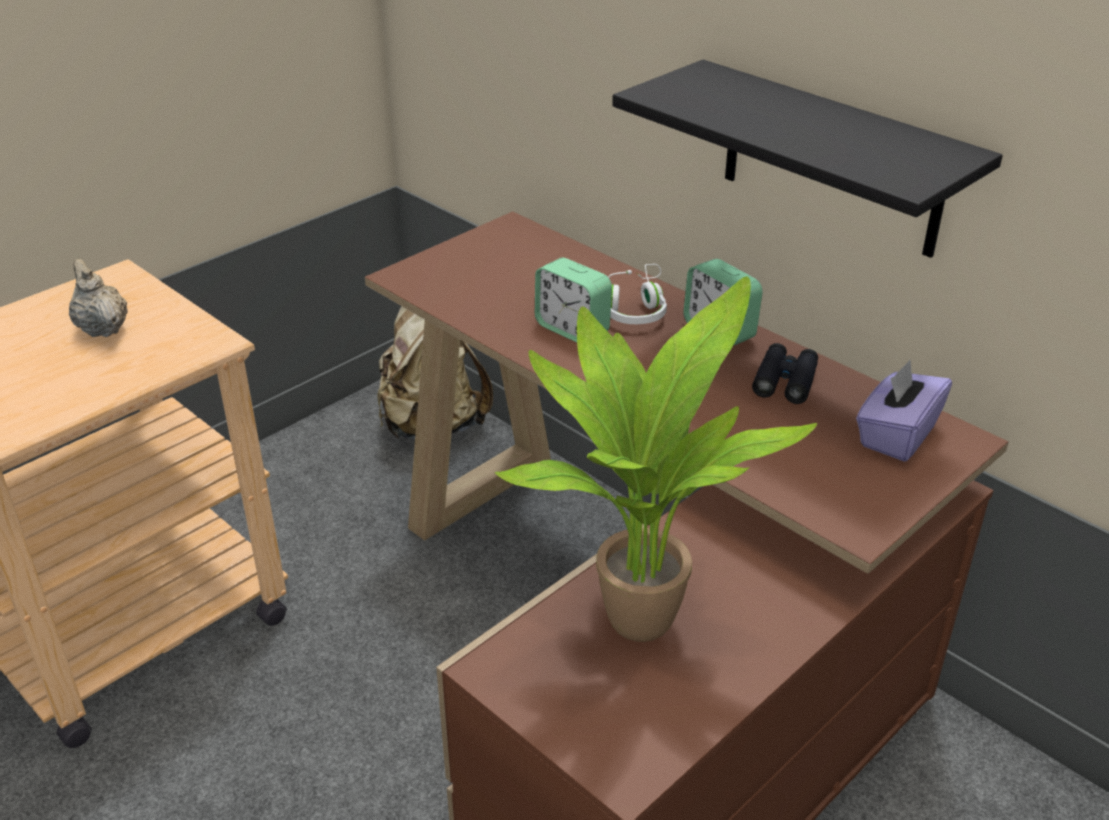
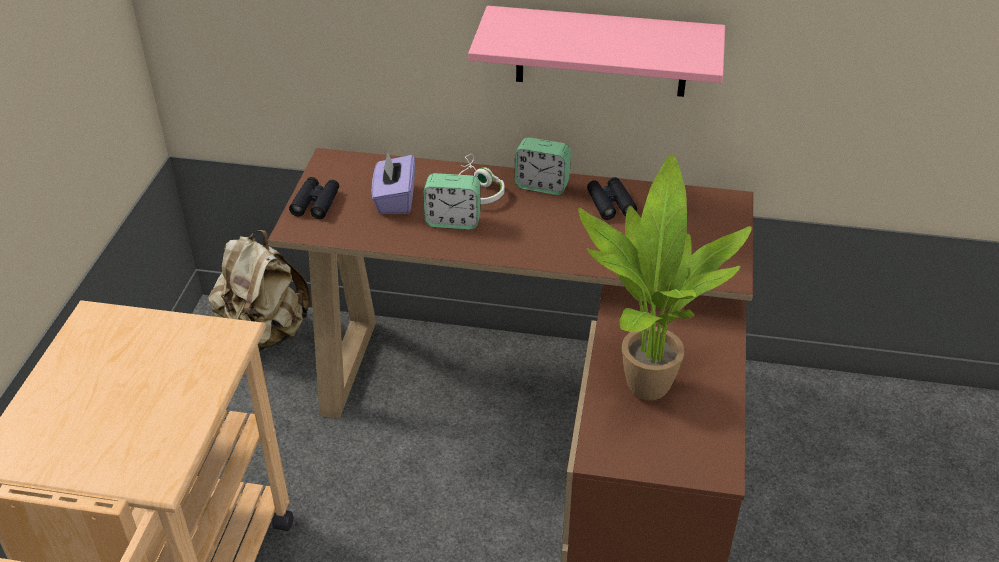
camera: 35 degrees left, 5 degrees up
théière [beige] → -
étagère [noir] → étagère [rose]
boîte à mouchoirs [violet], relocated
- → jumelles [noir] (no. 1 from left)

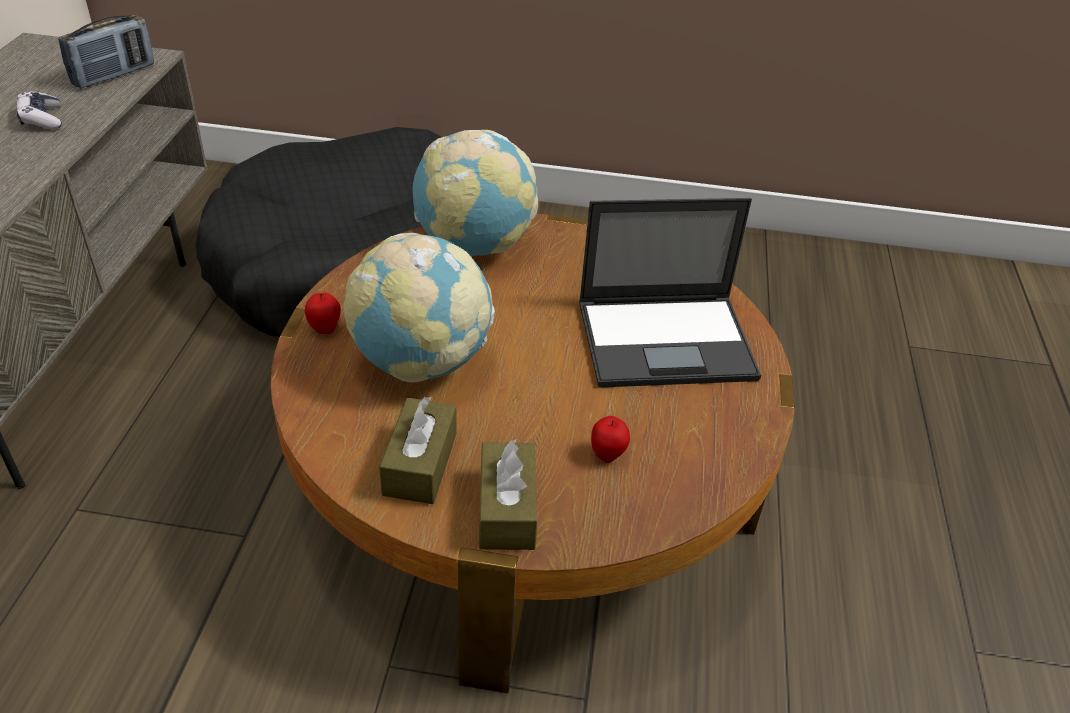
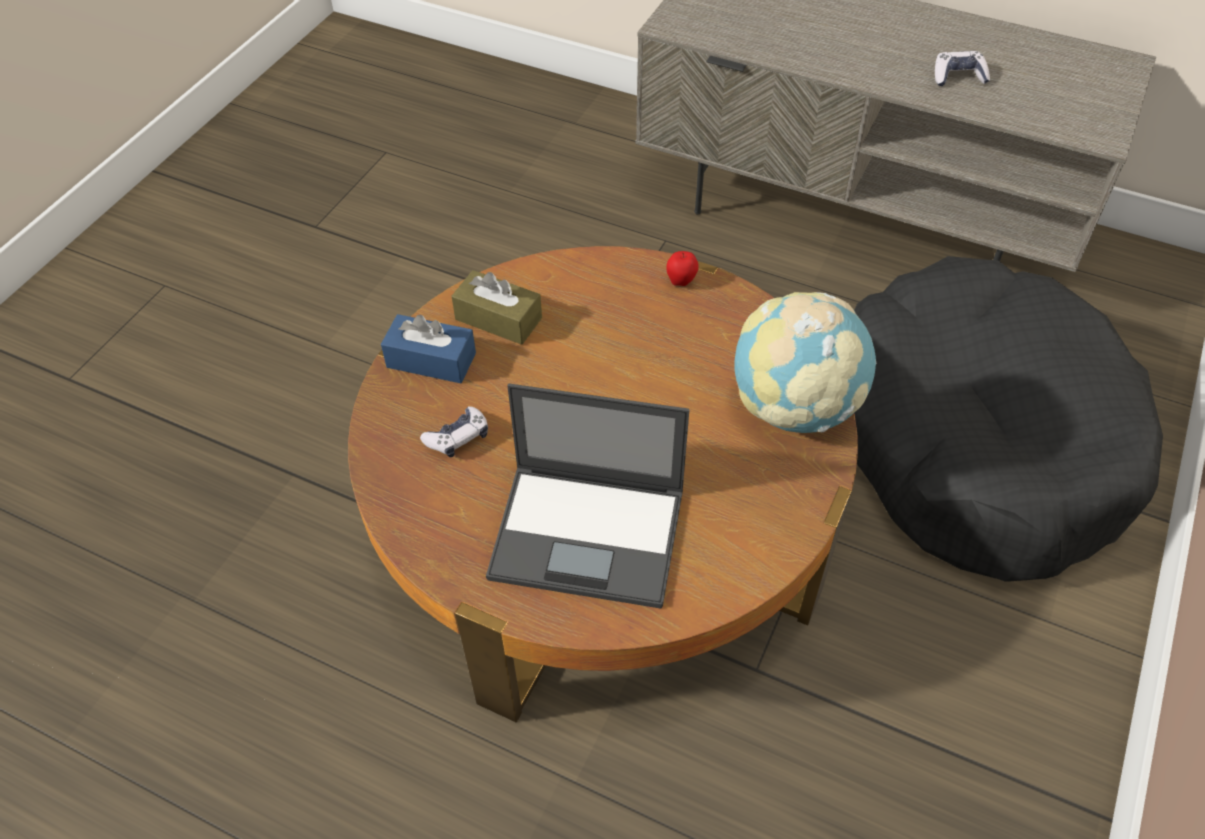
camera: 110 degrees right, 10 degrees up
radio → -
globe (no. 1 from left) → -
boîte à mouchoirs [marron] (no. 2 from left) → boîte à mouchoirs [bleu]
ordinateur portable, 90 degrees counterclockwise
pomme (no. 2 from left) → manette (no. 1 from left)

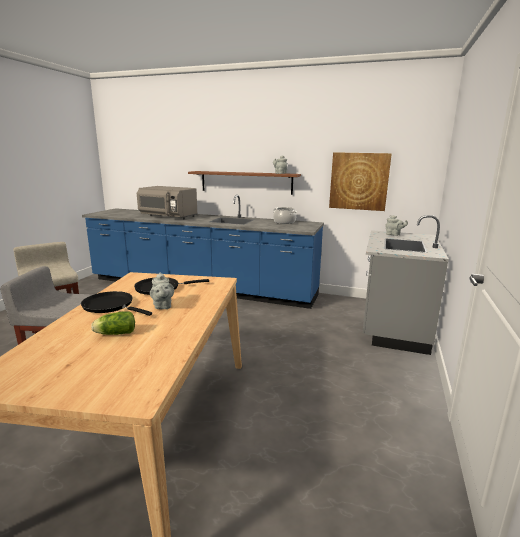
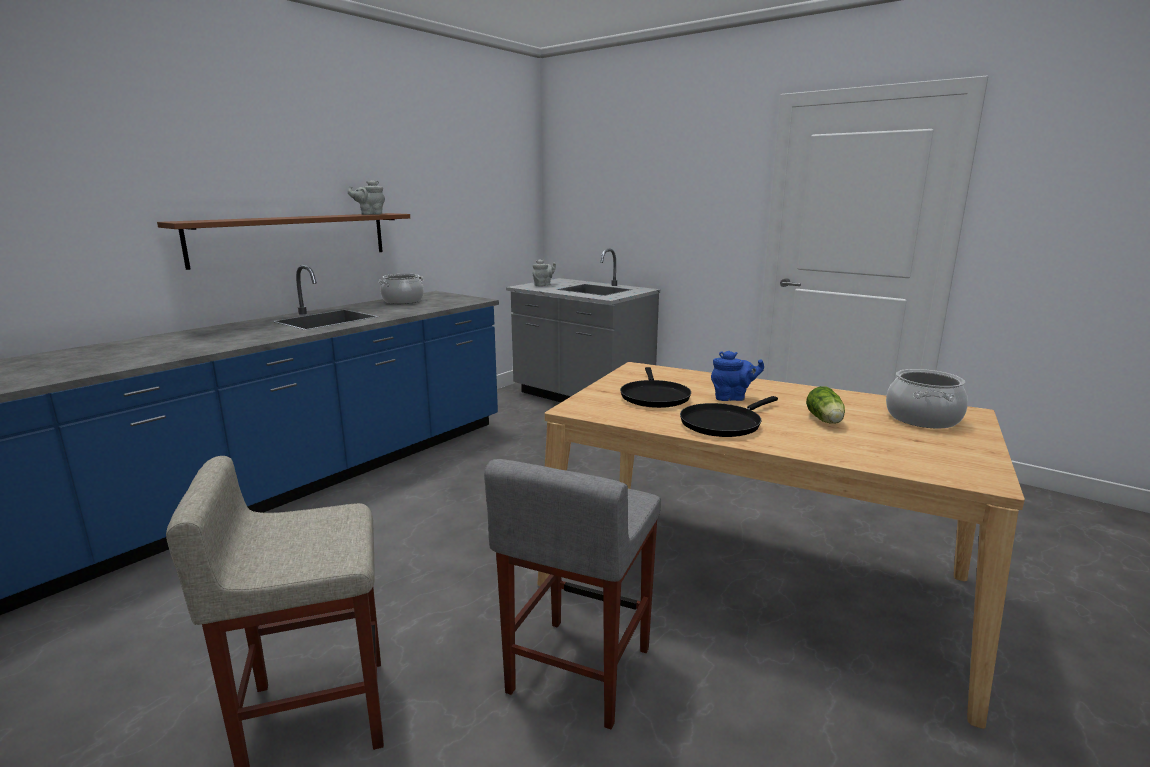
camera: 70 degrees left, 0 degrees up
micro-ondes [gris] → -
théière [gris] (no. 1 from left) → théière [bleu]
tableau → -
- → marmite (no. 2 from left)

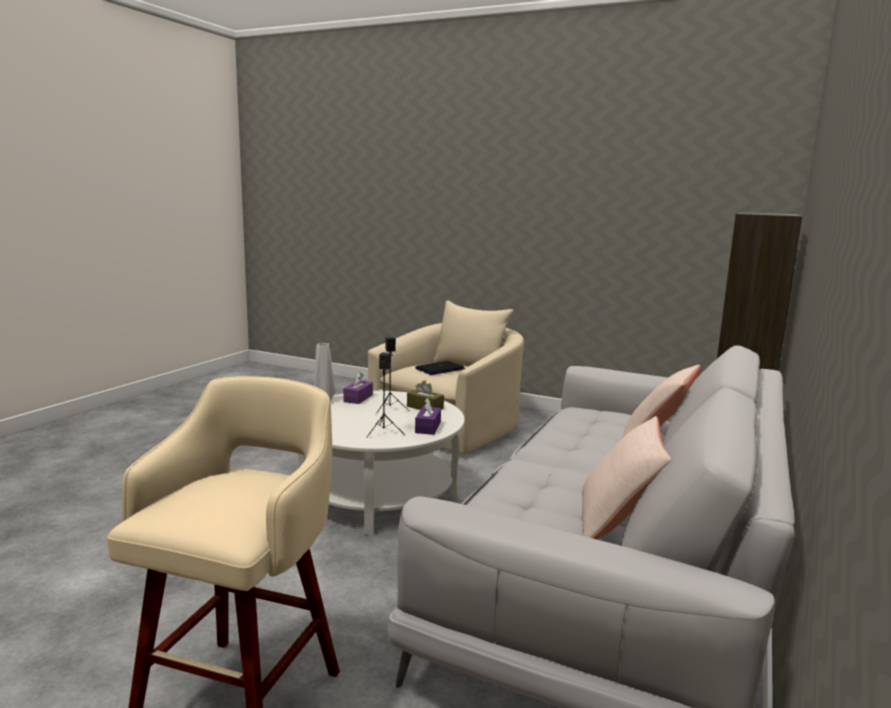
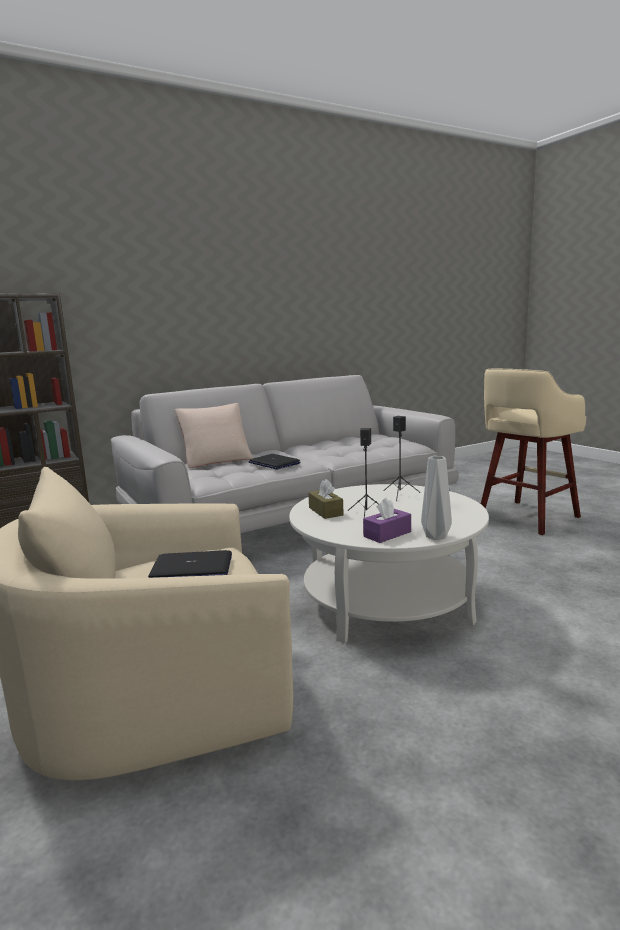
camera: 145 degrees left, 0 degrees up
boîte à mouchoirs [violet] (no. 2 from left) → -
coussin [beige] (no. 1 from left) → -
- → ordinateur portable (no. 2 from left)

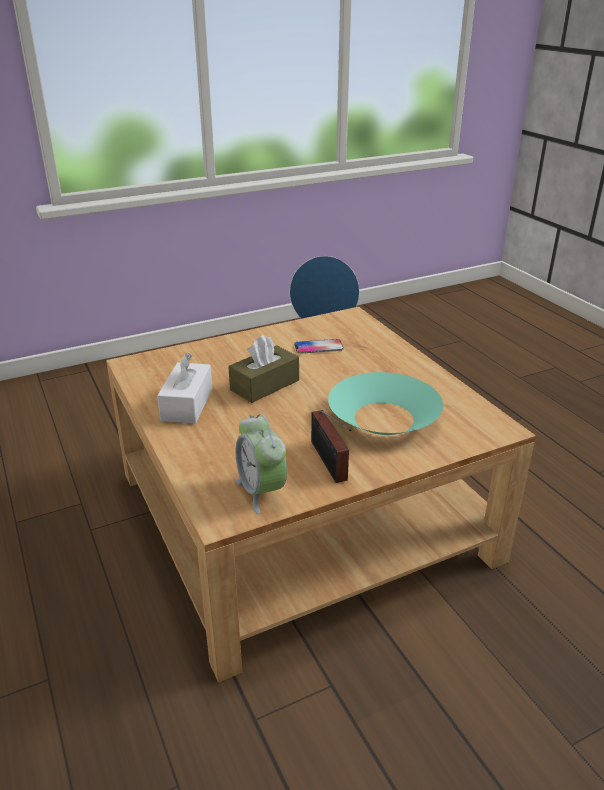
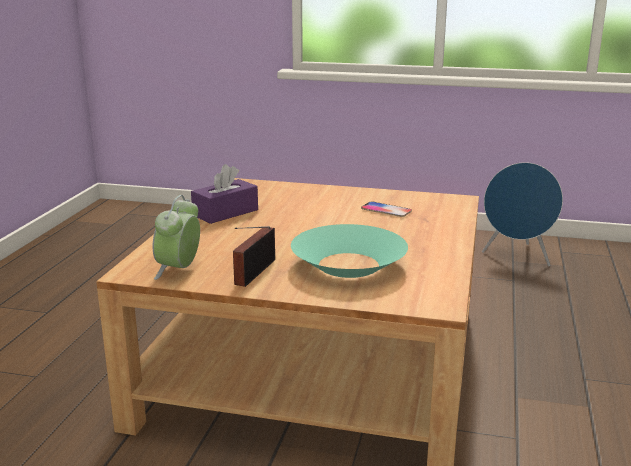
camera: 40 degrees right, 10 degrees down
boîte à mouchoirs [blanc] → boîte à mouchoirs [violet]
boîte à mouchoirs [marron] → -

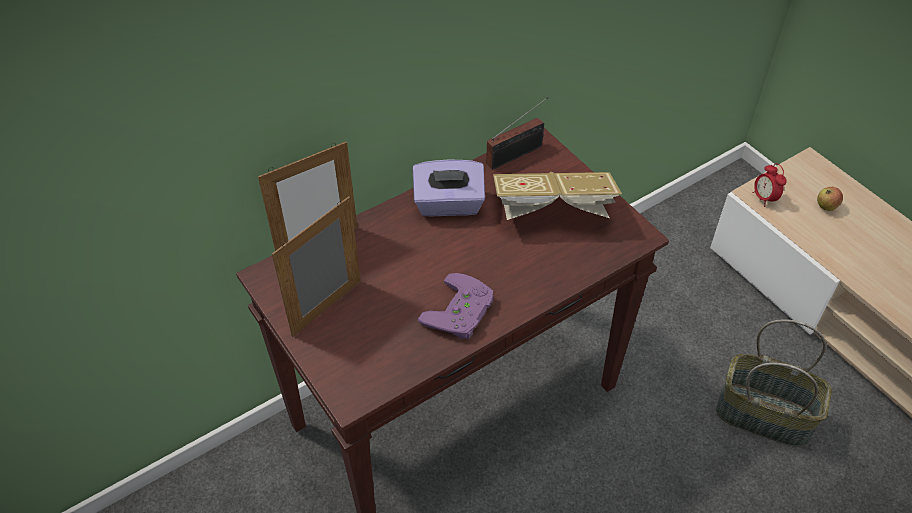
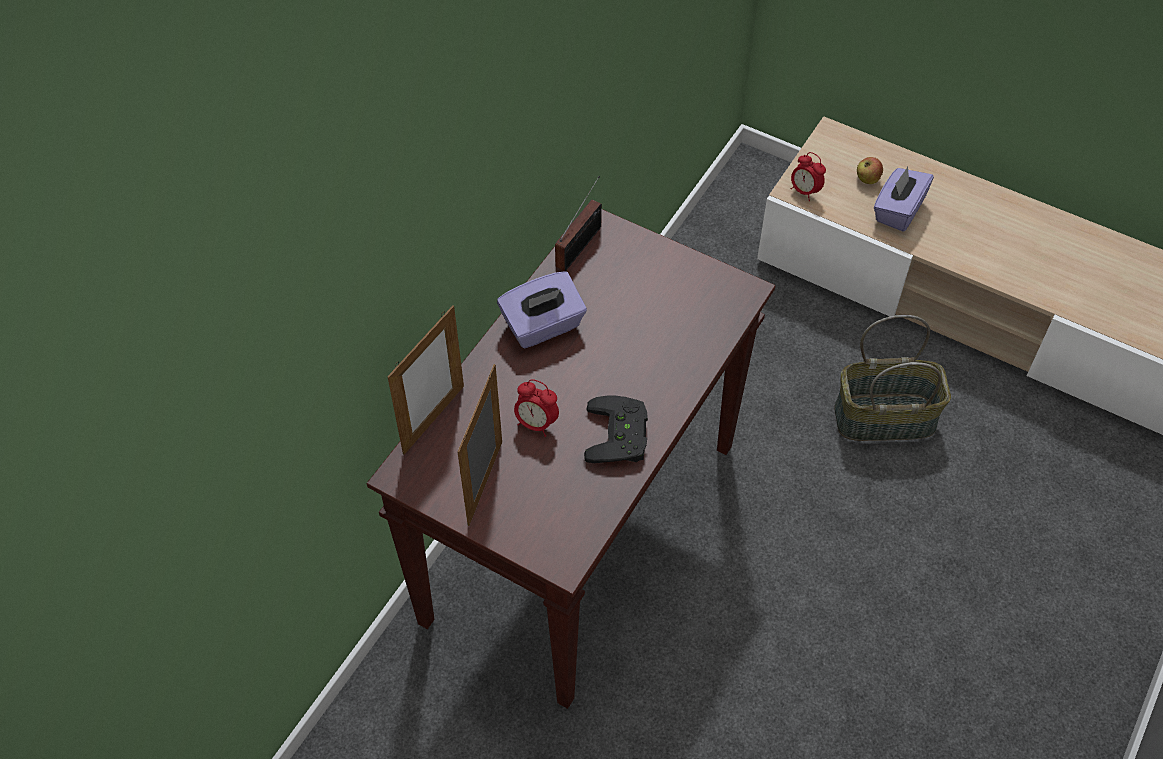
camera: 25 degrees left, 5 degrees up
manette [violet] → manette [noir]
livre → -
- → réveil (no. 1 from left)
- → boîte à mouchoirs [violet] (no. 2 from left)

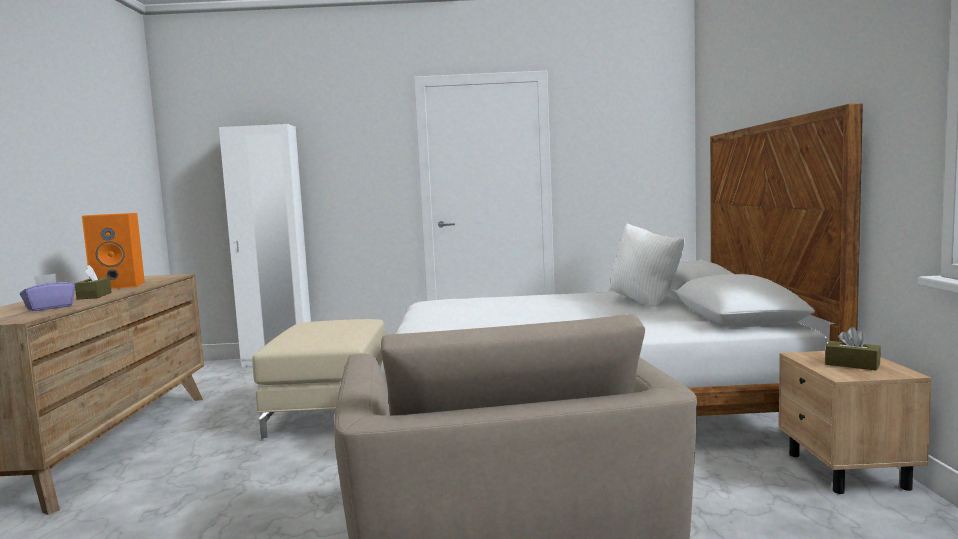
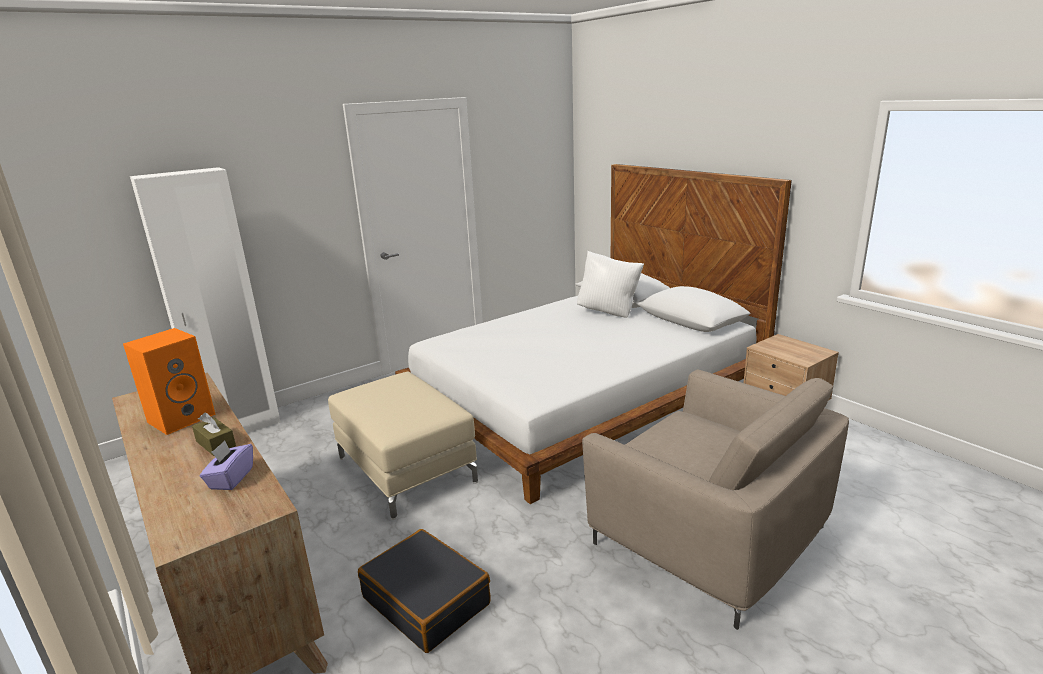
camera: 35 degrees left, 15 degrees up
boîte à mouchoirs [marron] (no. 2 from left) → -
- → valise [noir]

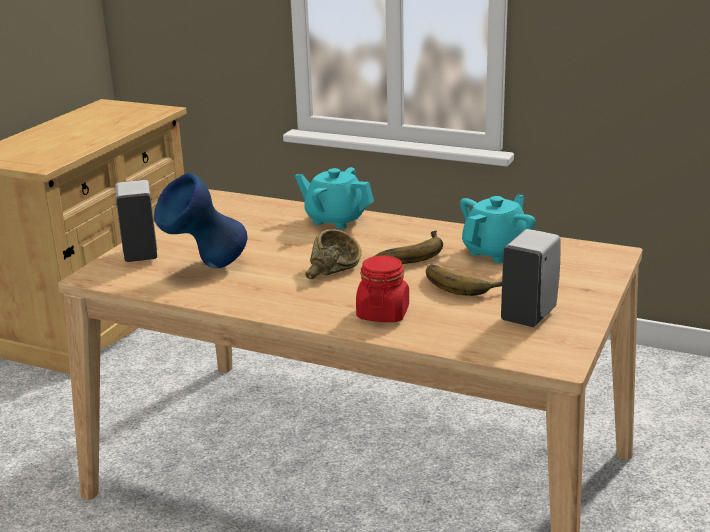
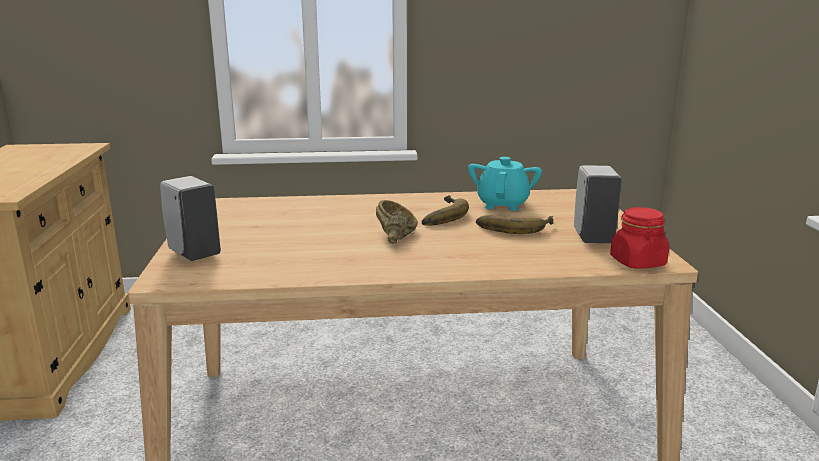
camera: 30 degrees left, 5 degrees down
vase [bleu] → -
théière [turquoise] (no. 1 from left) → -
bocal [rouge], relocated

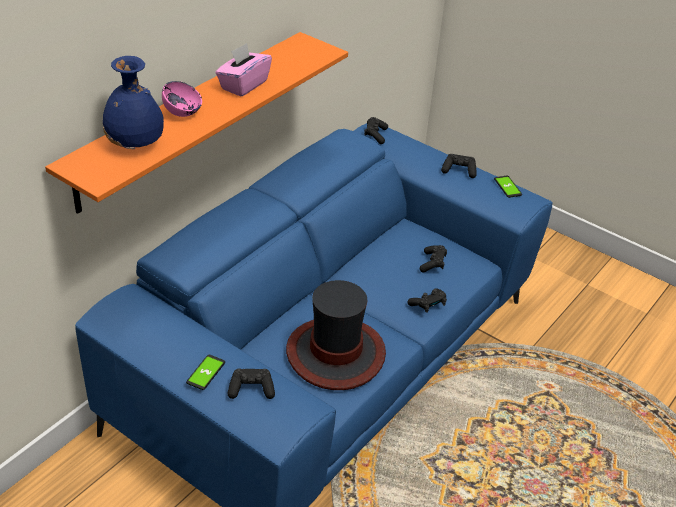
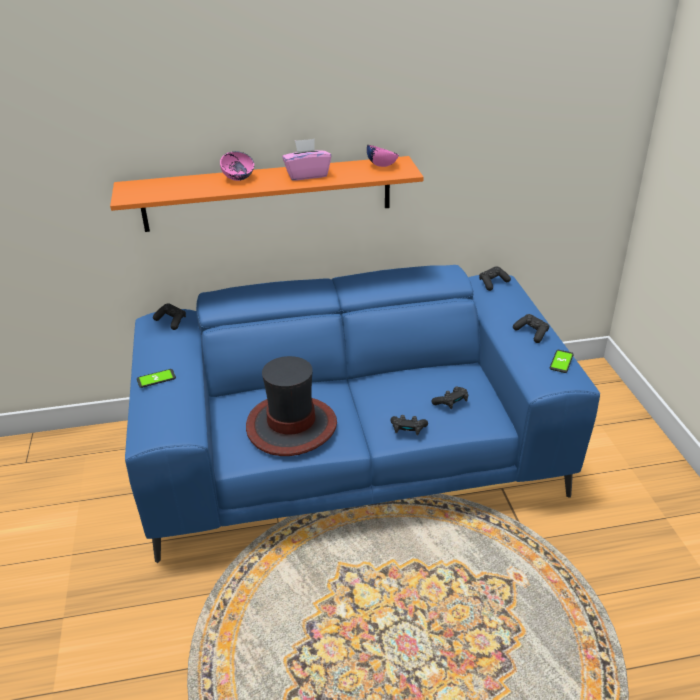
camera: 45 degrees right, 5 degrees down
vase [bleu] → -
manette [noir] (no. 1 from left), relocated
- → bol [rose] (no. 2 from left)

